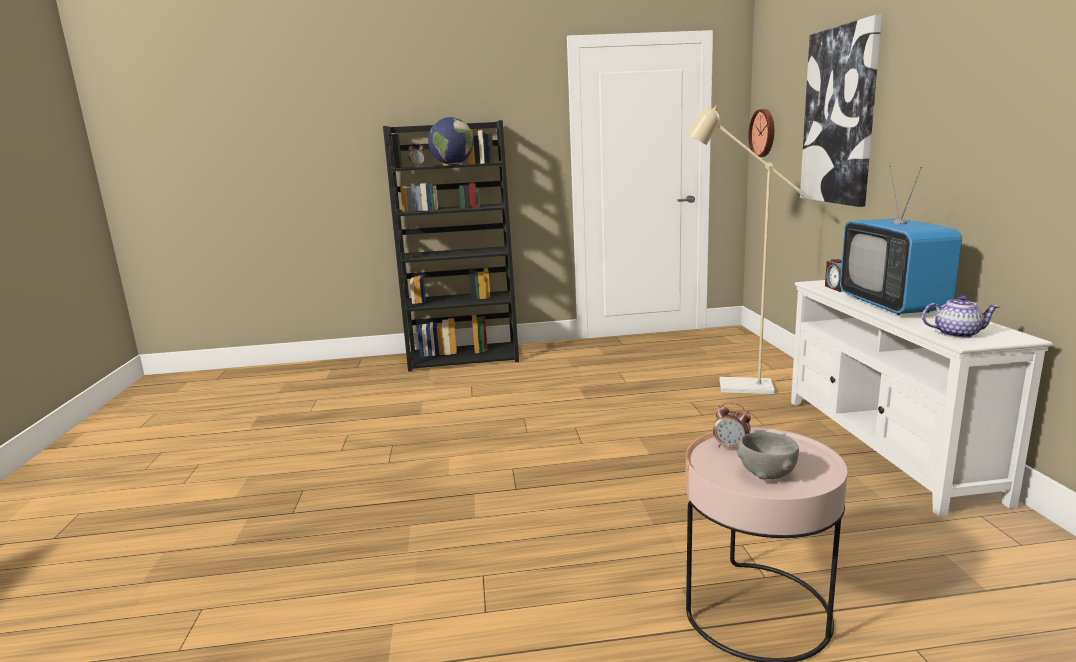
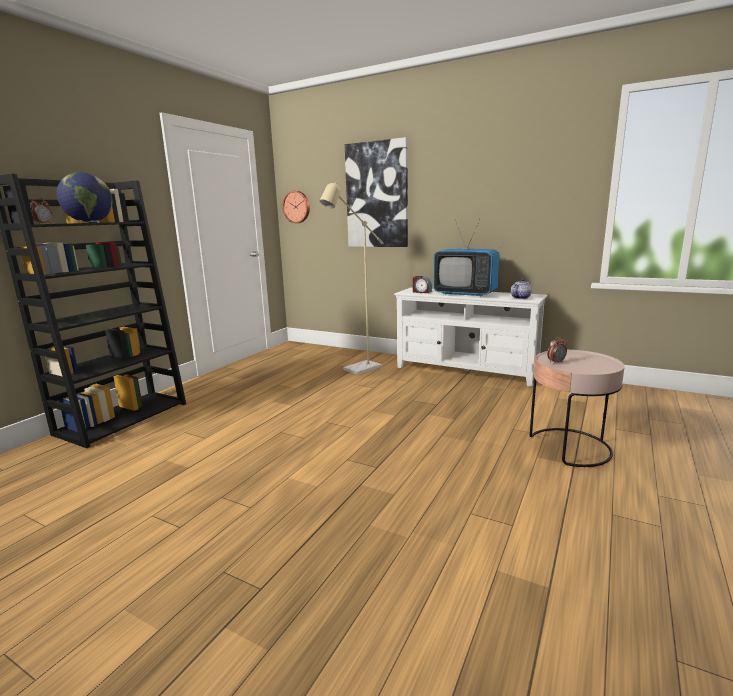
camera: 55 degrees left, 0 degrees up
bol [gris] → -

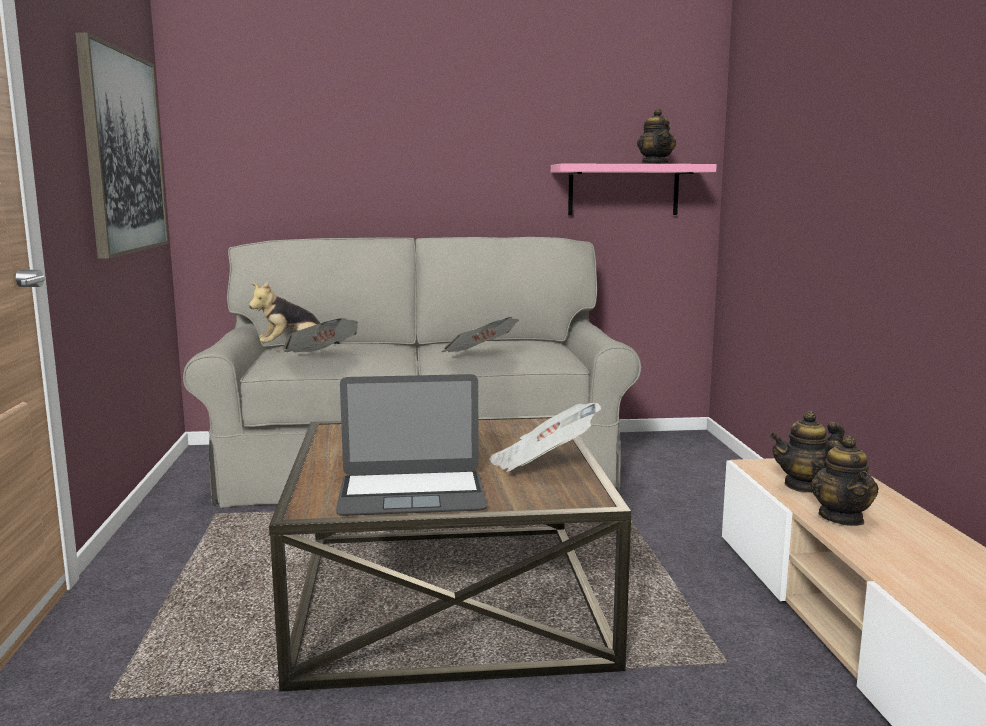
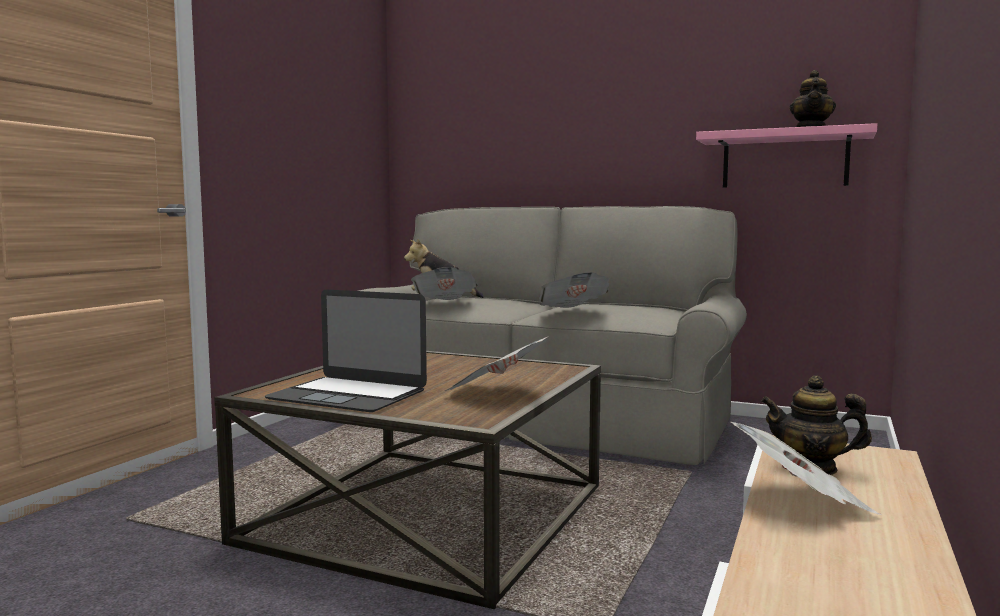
camera: 30 degrees right, 5 degrees down
tableau → -
théière (no. 3 from left) → journal (no. 4 from left)

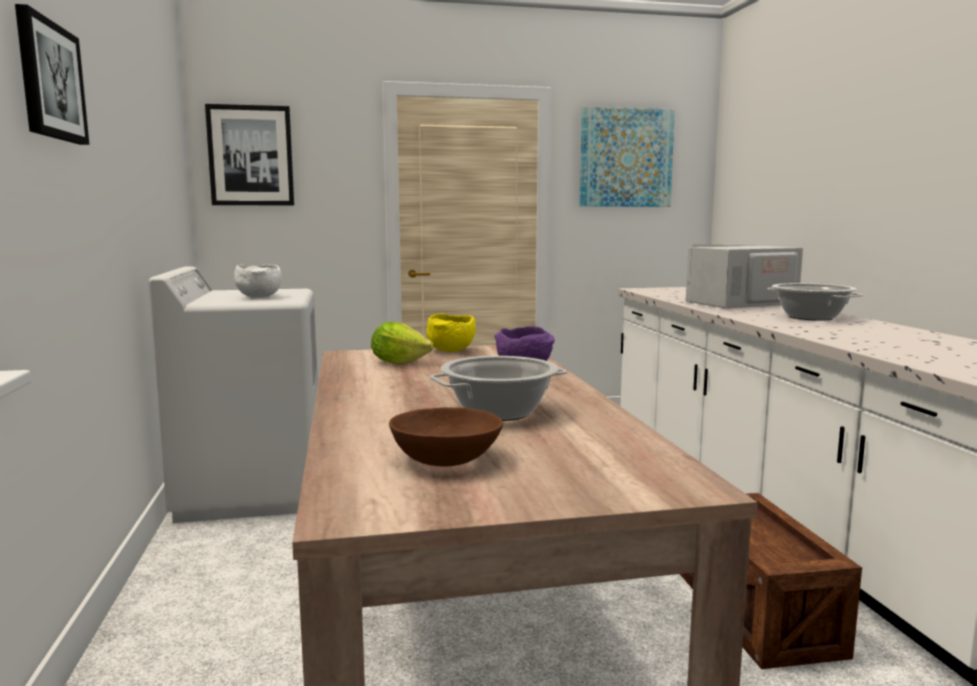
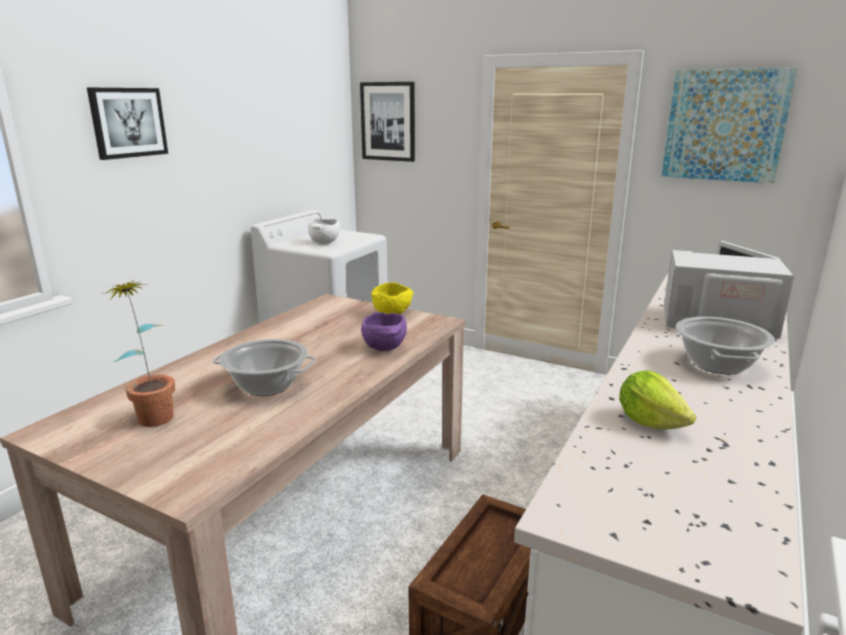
camera: 40 degrees right, 10 degrees up
laitue, relocated
bol [marron] → plante en pot

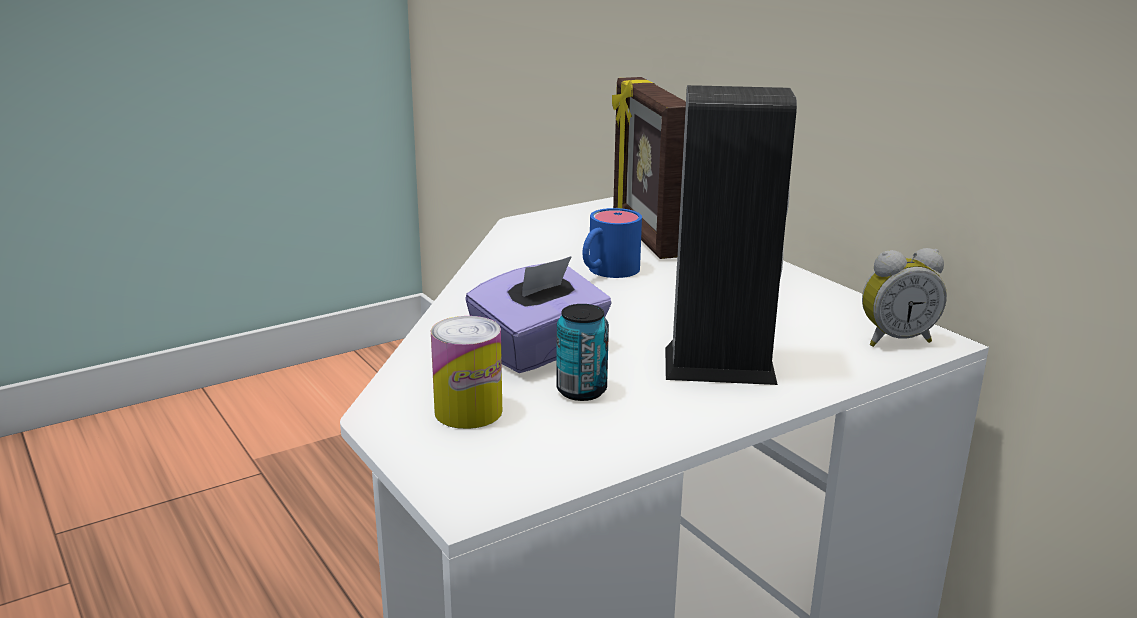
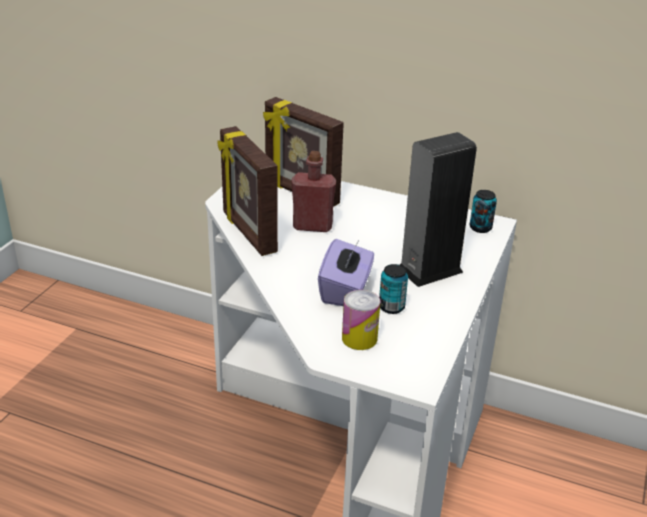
camera: 35 degrees left, 10 degrees up
mug [bleu] → bouteille [rouge]
réveil → boîte métallique (no. 3 from left)
- → cadre photo (no. 1 from left)

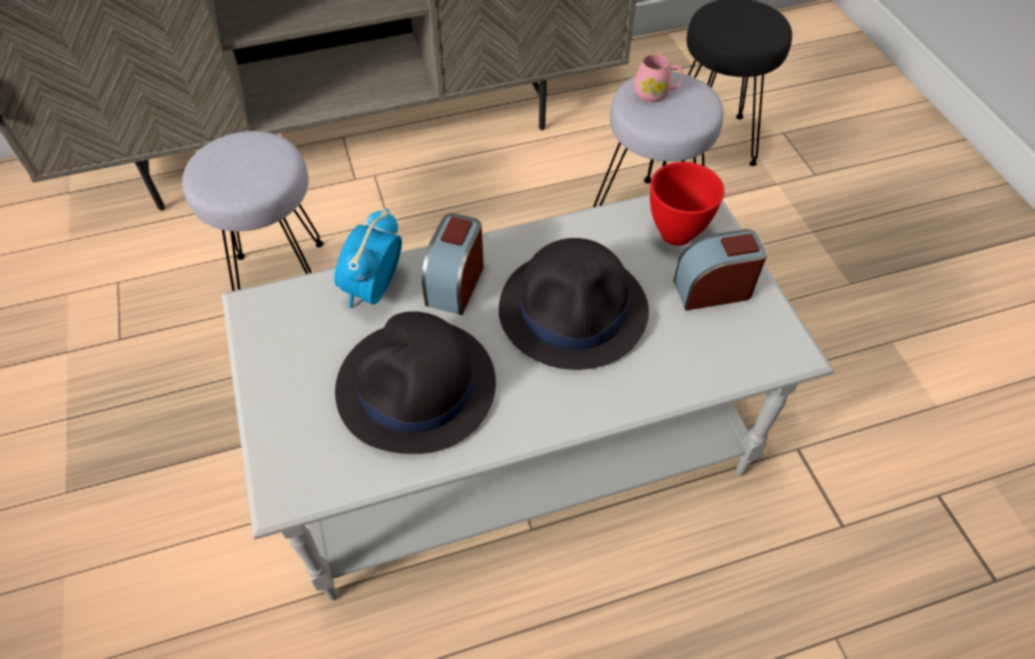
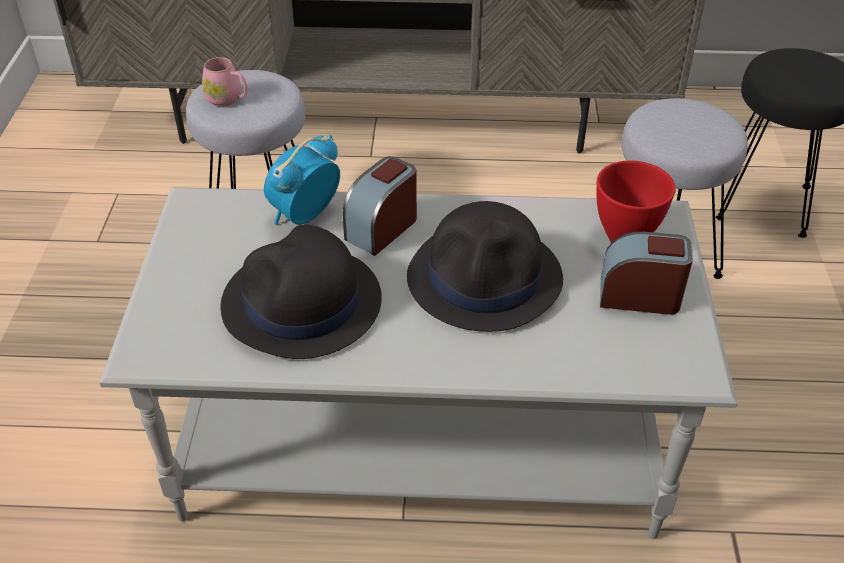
camera: 20 degrees right, 10 degrees down
mug [rose], relocated

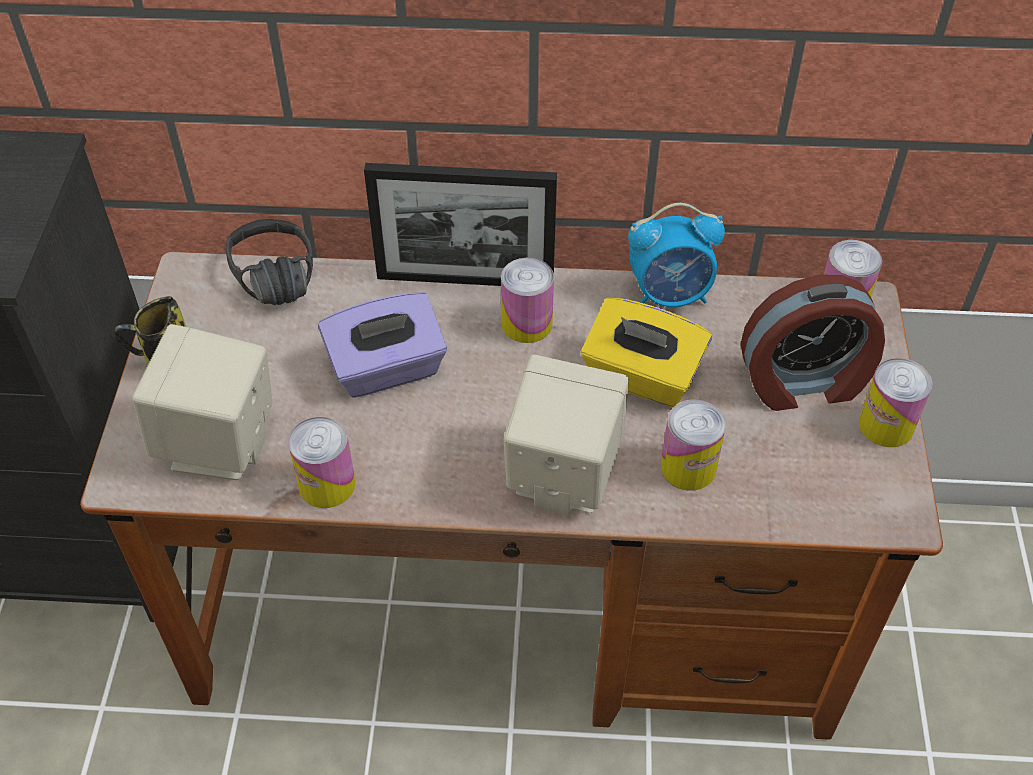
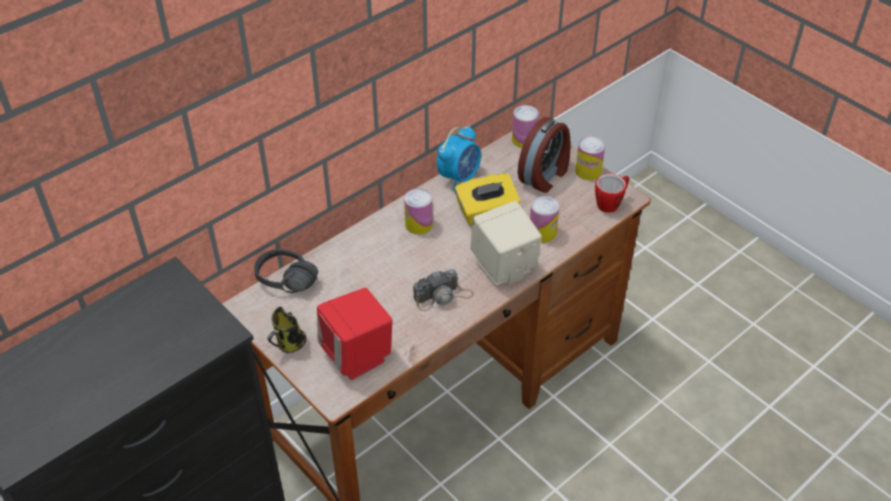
camera: 45 degrees left, 5 degrees down
enceinte [beige] (no. 1 from left) → enceinte [rouge]
boîte métallique (no. 1 from left) → -
boîte à mouchoirs [violet] → -
cadre photo → -
- → appareil photo
- → mug (no. 2 from left)

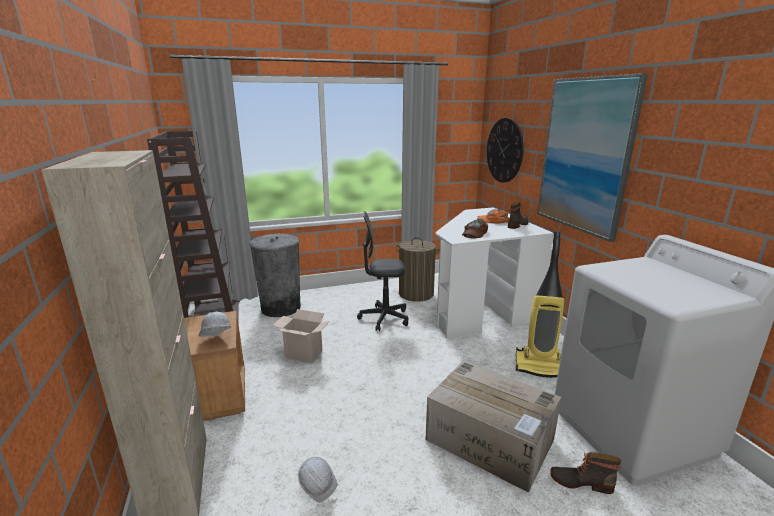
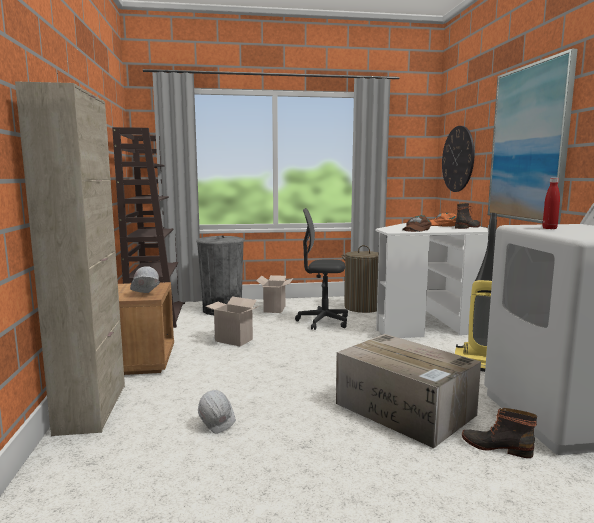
camera: 10 degrees right, 10 degrees down
- → carton (no. 2 from left)
- → bouteille [rouge]

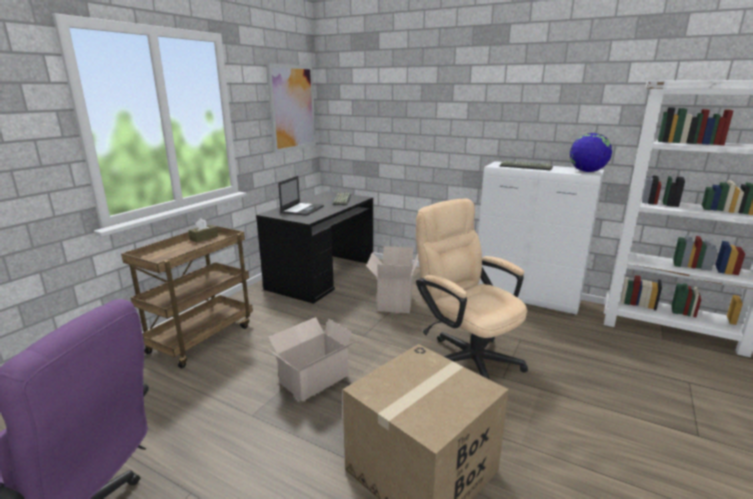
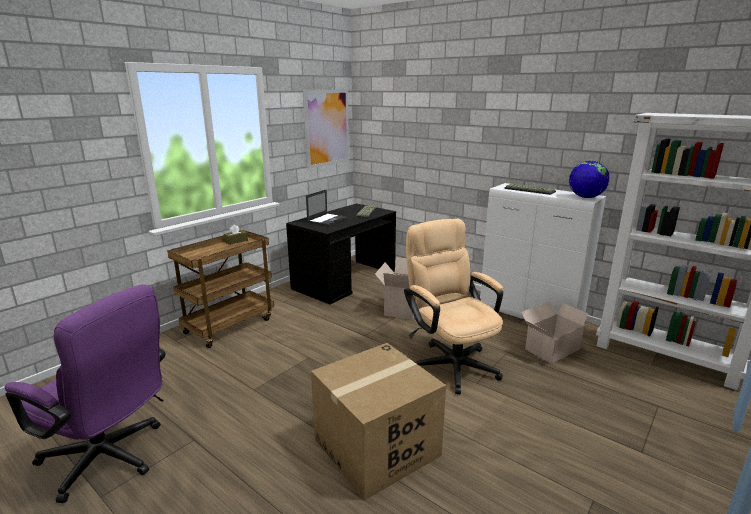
camera: 10 degrees right, 0 degrees up
carton (no. 1 from left in the first image) → carton (no. 3 from left), relocated

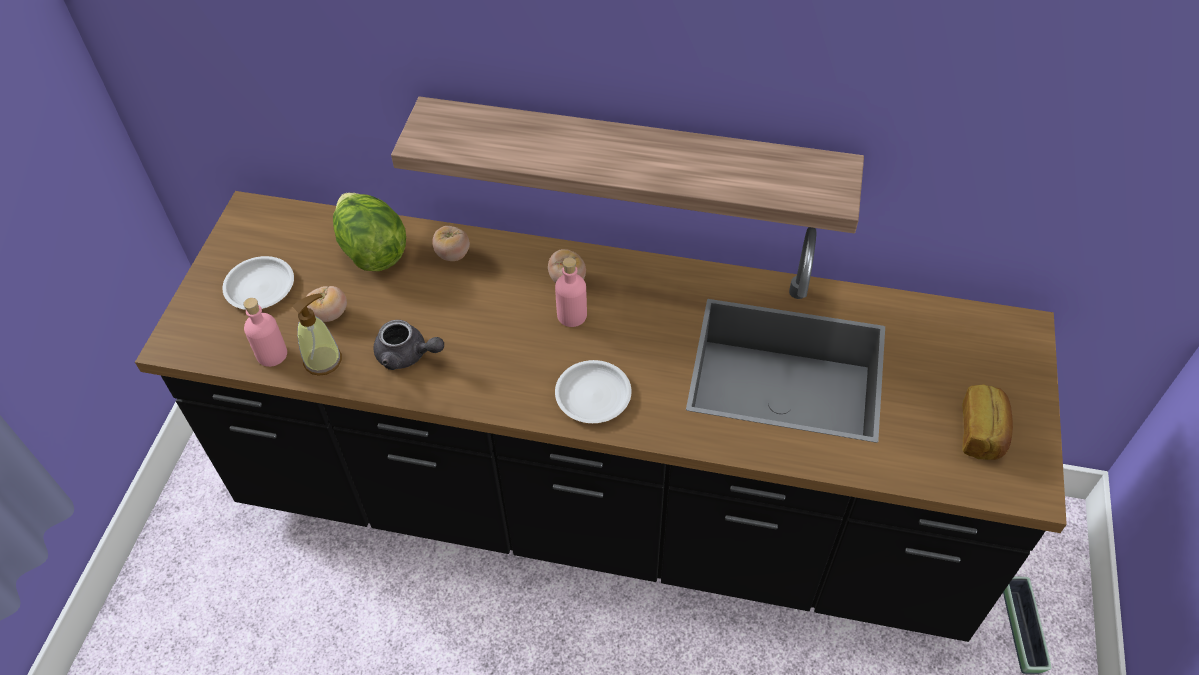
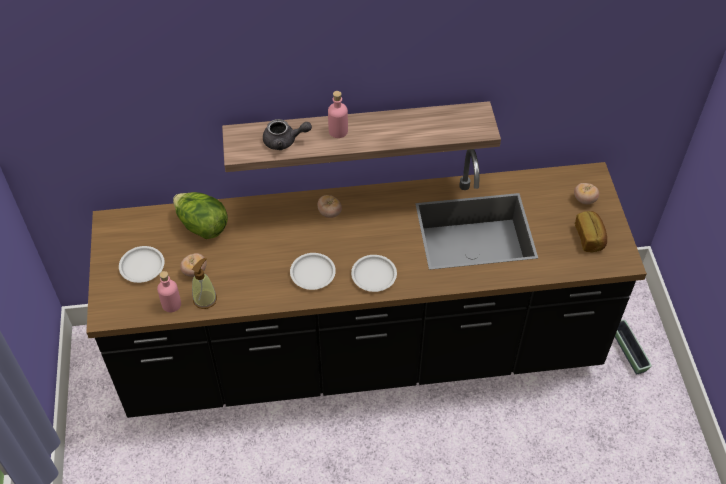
camera: 20 degrees left, 0 degrees up
théière [gris], relocated
tomate (no. 2 from left in the first image) → tomate (no. 3 from left), relocated
bouteille [rose] (no. 2 from left), relocated
- → assiette [blanc] (no. 2 from left)

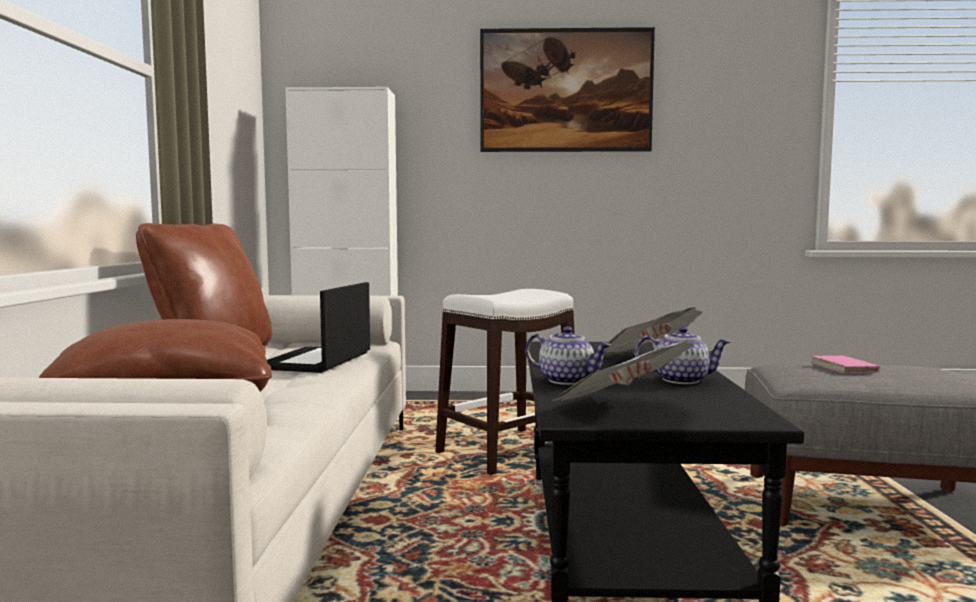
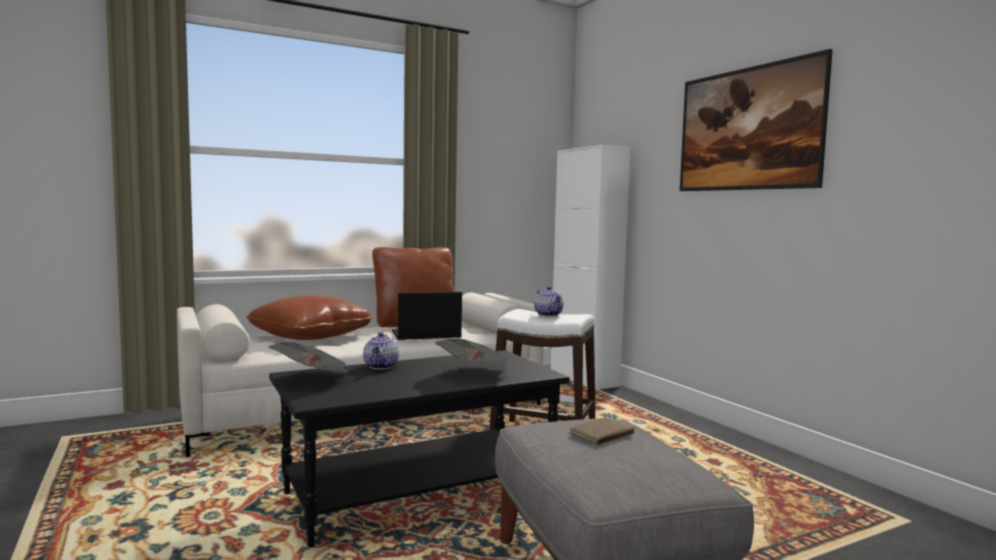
camera: 60 degrees right, 0 degrees up
théière (no. 2 from left), relocated
livre [rose] → livre [marron]

